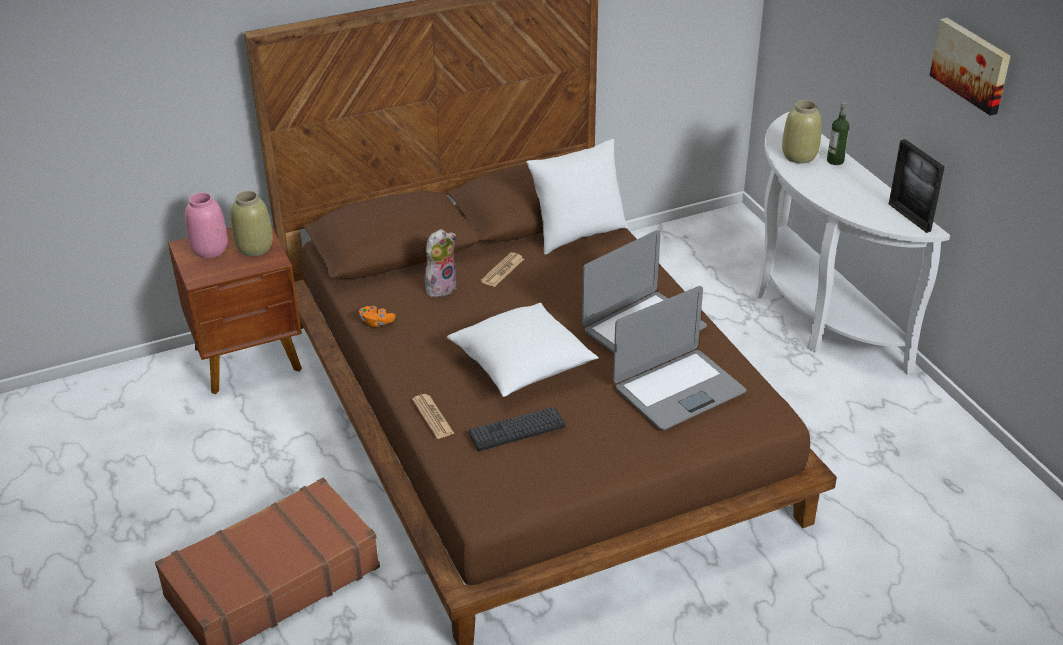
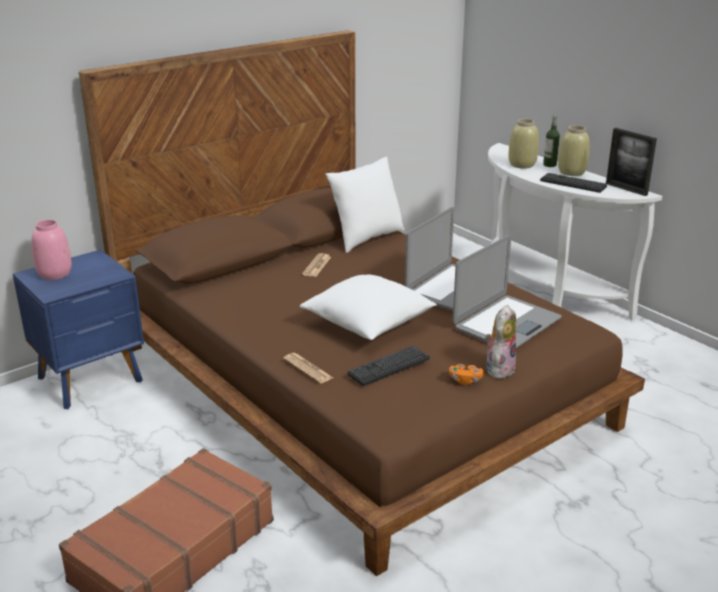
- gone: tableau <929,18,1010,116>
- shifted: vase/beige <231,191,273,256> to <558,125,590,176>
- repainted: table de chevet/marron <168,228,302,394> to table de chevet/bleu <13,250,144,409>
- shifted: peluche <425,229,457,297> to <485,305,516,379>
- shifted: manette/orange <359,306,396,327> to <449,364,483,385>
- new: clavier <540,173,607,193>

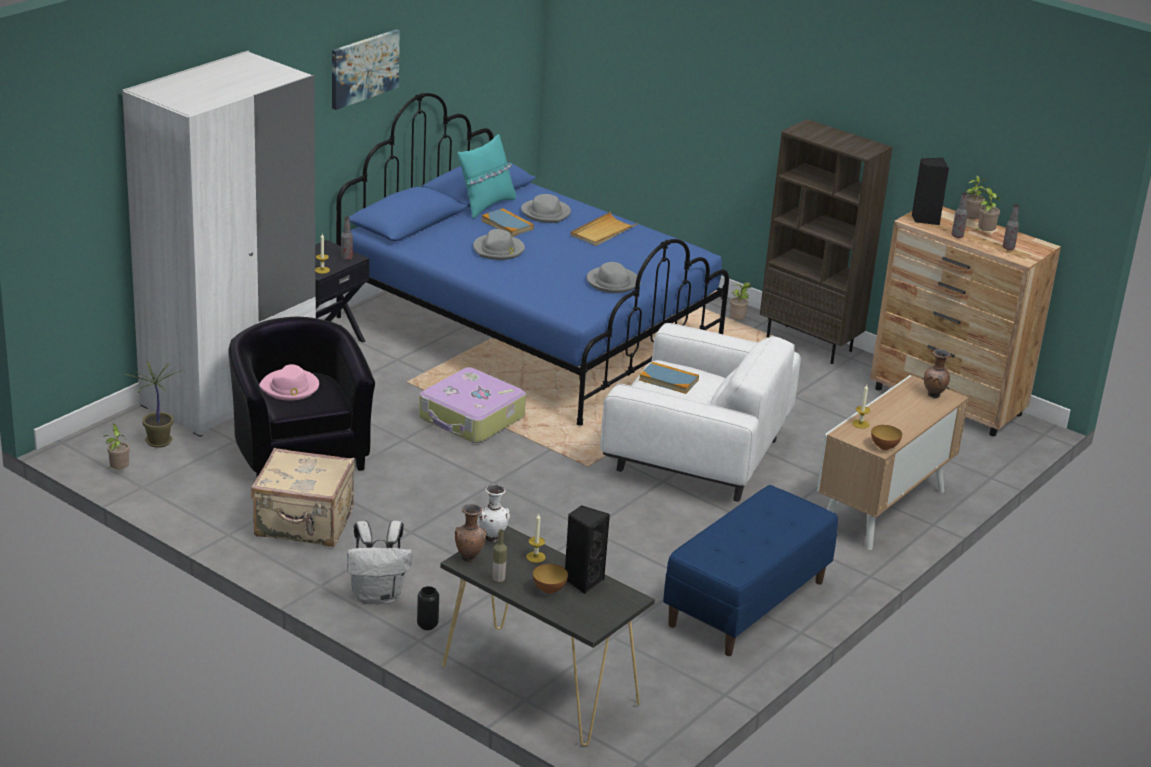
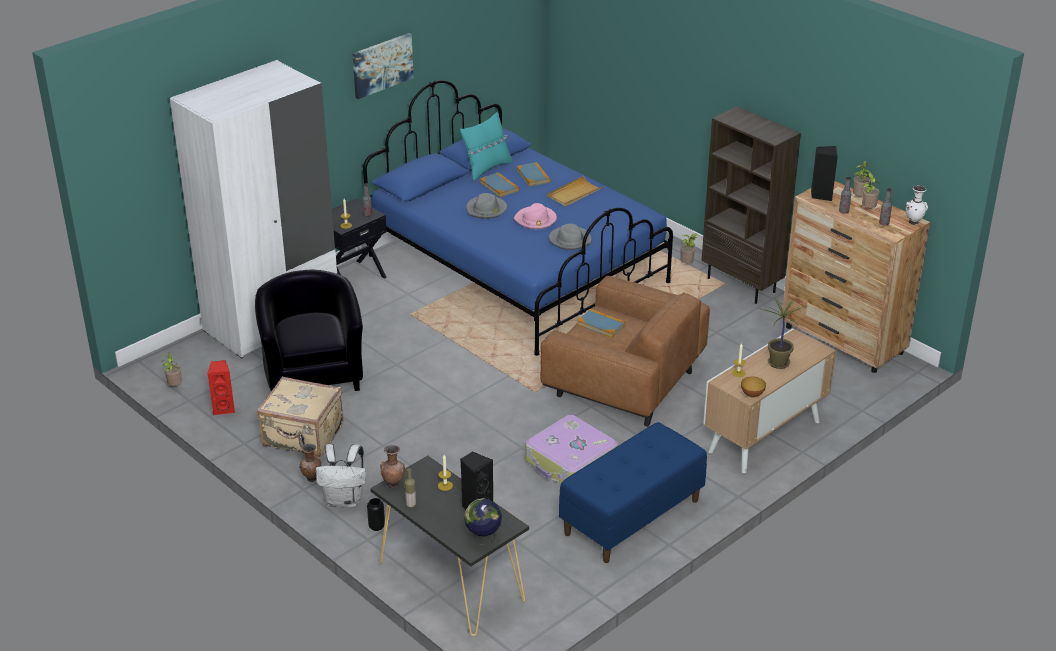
- swapped: chapeau/gris <521,194,571,223> to livre <516,162,550,187>
- repainted: fauteuil/blanc <600,323,801,502> to fauteuil/marron <540,276,710,427>
- shifted: vase/marron <924,349,950,398> to <299,444,321,482>
- shifted: plante en pot <124,361,182,448> to <758,296,807,369>
- shifted: chapeau/rose <259,364,319,401> to <514,203,557,229>
- shifted: valise <419,367,526,443> to <525,415,618,484>
- shifted: vase/blanc <479,485,510,542> to <906,186,928,225>
- gone: bol <533,564,568,594>
- new: enceinte/rouge <207,360,235,415>
- new: globe <464,498,502,545>

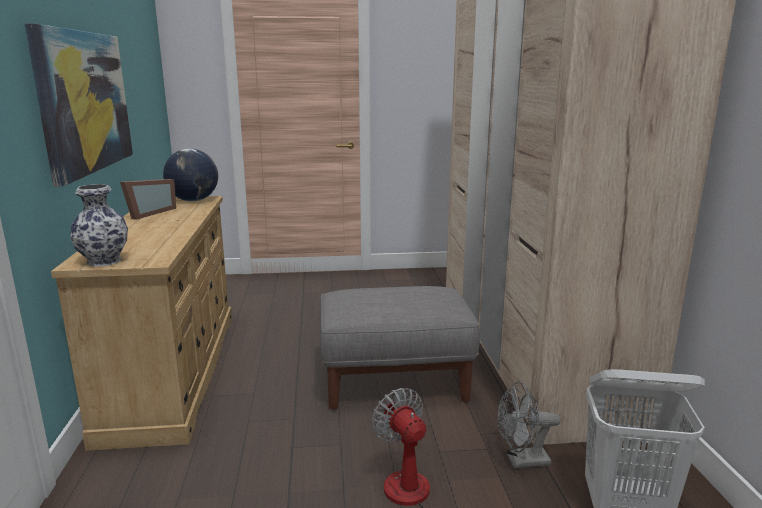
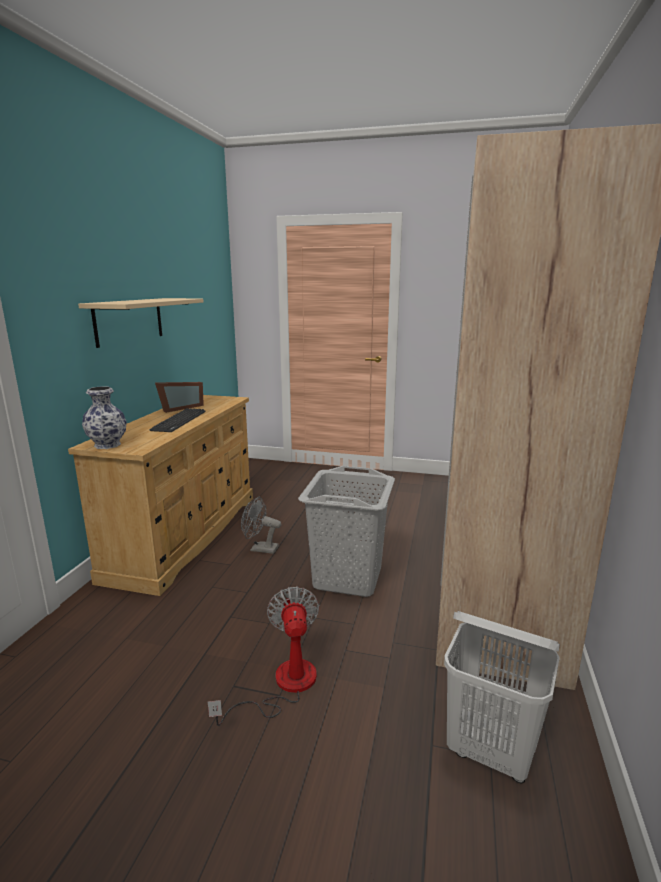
- swapped: tableau <25,23,133,187> to étagère/beige <78,298,204,348>
- gone: globe <163,149,218,202>
- swapped: pouf/gris <320,286,480,410> to panier à linge/gris <298,466,395,597>
- shifted: ventilateur/gris <498,382,560,468> to <241,497,281,554>
- new: clavier <150,408,206,432>

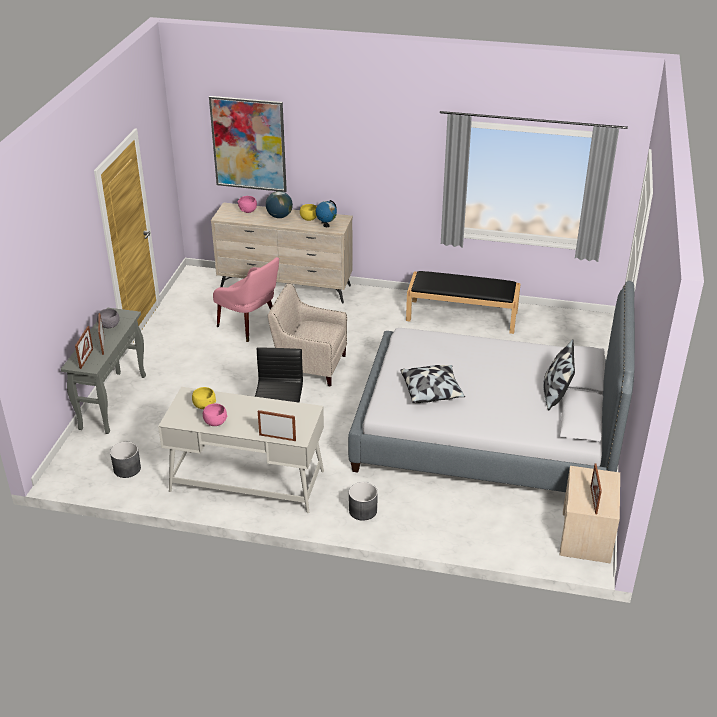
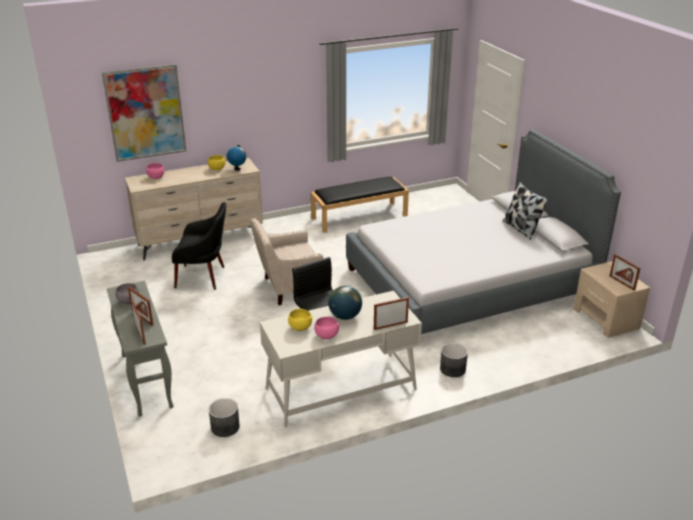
- shifted: globe <266,191,293,218> to <328,286,362,320>
- repainted: fauteuil/rose <213,257,279,342> to fauteuil/noir <172,202,226,290>
- gone: coussin <400,365,465,403>

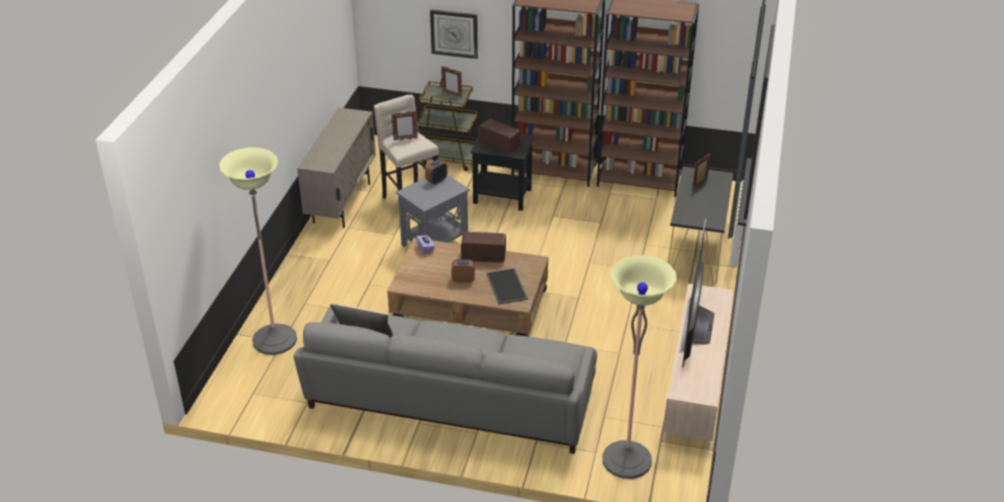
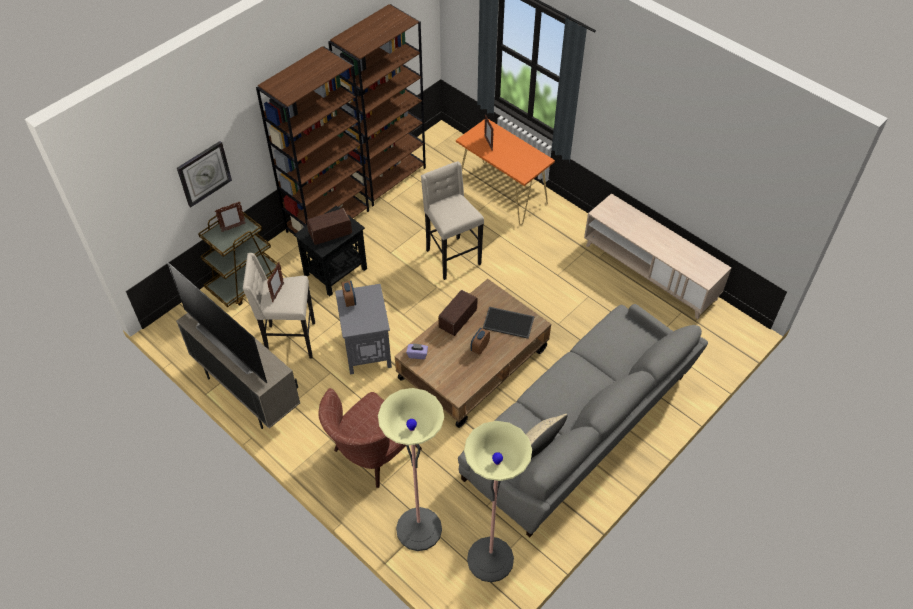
- repainted: table console/noir <668,166,733,285> to table console/orange <456,119,555,225>
- shifted: téléviseur <679,219,715,368> to <167,262,267,383>
- shifted: lampadaire <603,255,677,479> to <464,421,532,582>
- new: tabouret/beige <421,161,484,280>
- new: fauteuil/marron <318,388,422,488>

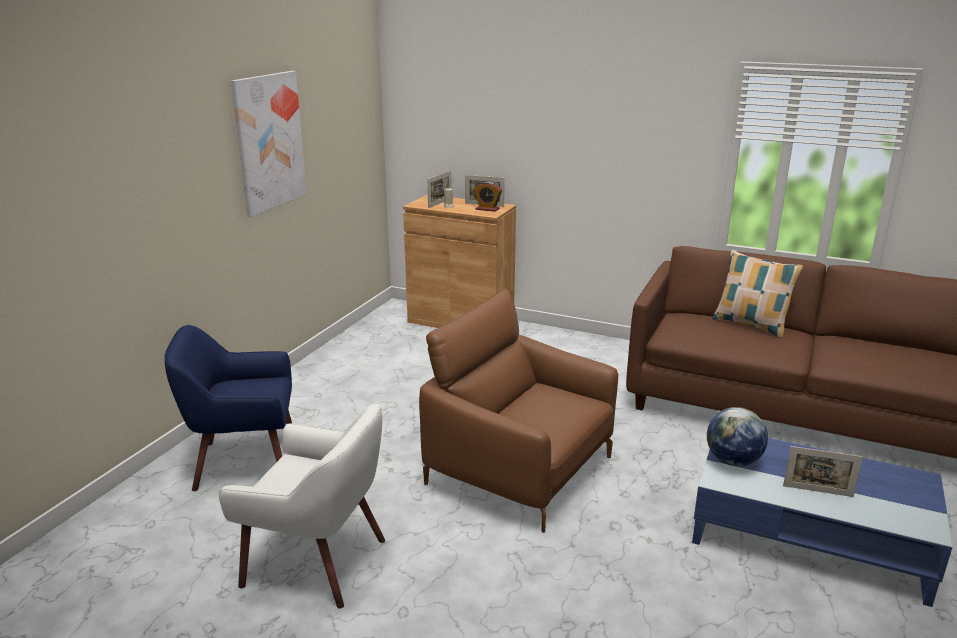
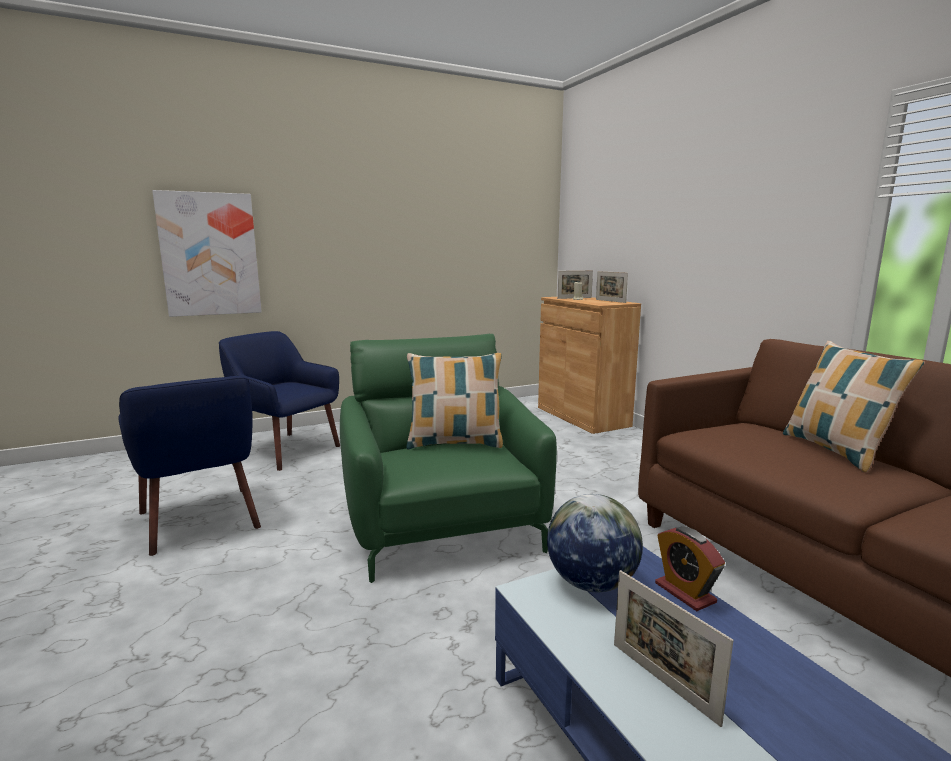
- shifted: tableau <231,71,307,217> to <152,190,262,317>
- shifted: réveil <474,181,502,212> to <655,526,725,611>
- repainted: fauteuil/marron <419,288,618,533> to fauteuil/vert <340,334,557,583>
- repainted: fauteuil/blanc <219,403,385,609> to fauteuil/bleu <118,376,261,556>
- new: coussin <406,353,503,449>

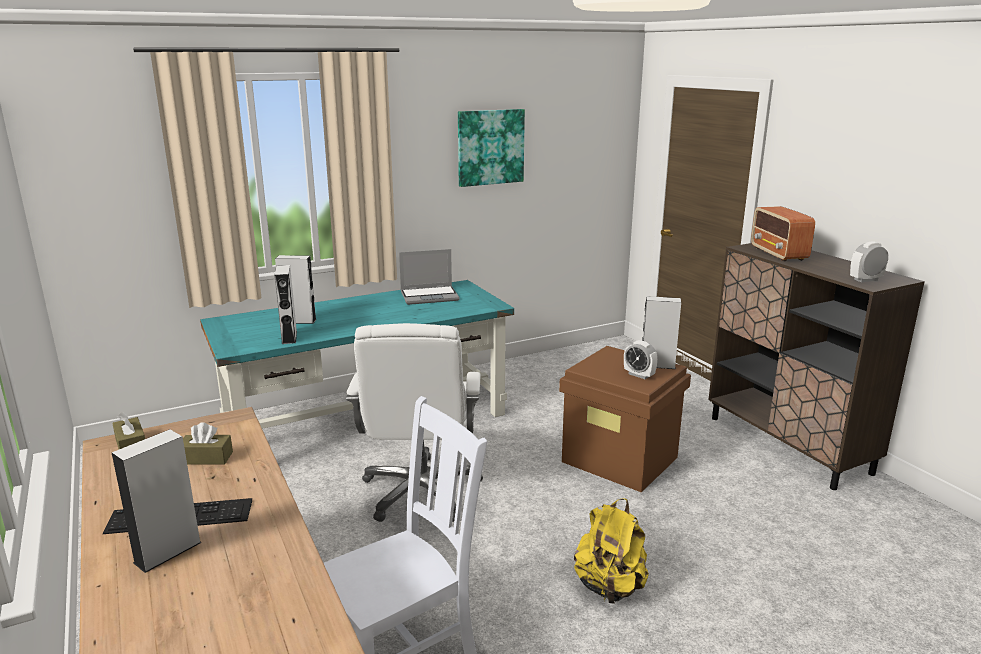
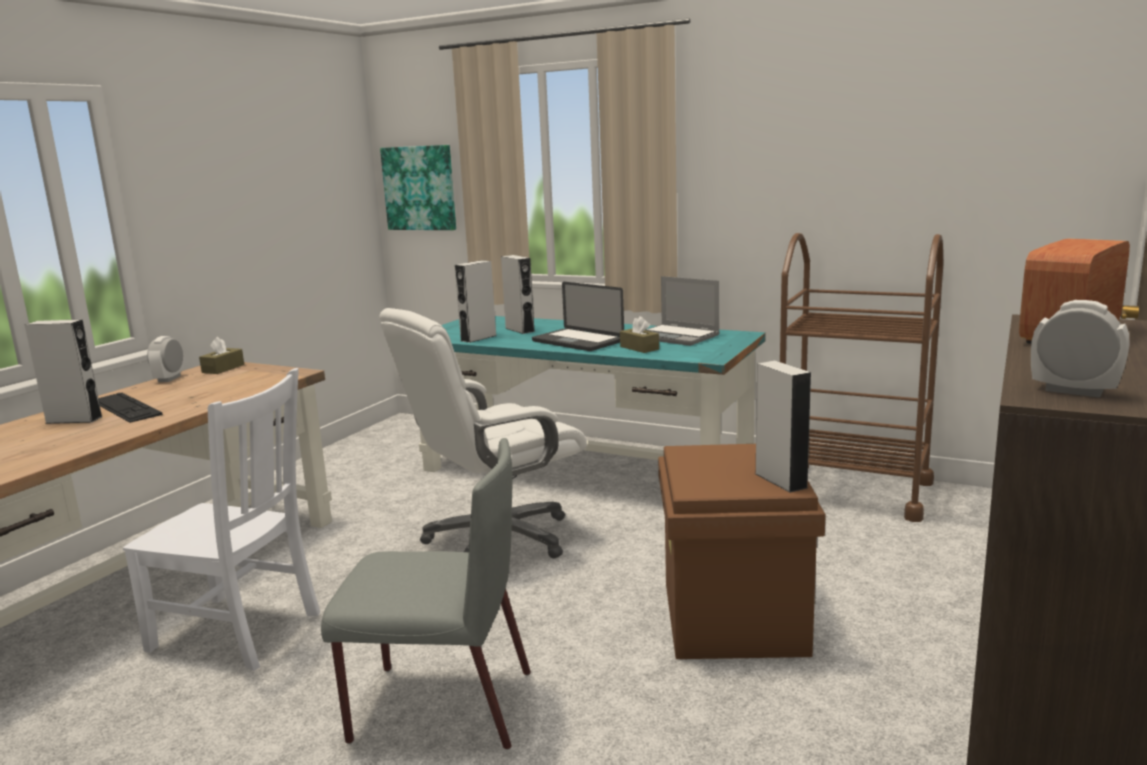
- shifted: tableau <458,109,525,187> to <380,145,456,230>
- shifted: réveil <624,340,658,379> to <147,336,184,382>
- shifted: boîte à mouchoirs/marron <183,422,233,465> to <620,316,659,353>
- swapped: sac à dos/jaune <574,498,649,604> to chaise/gris <321,438,531,750>
- new: chariot/marron <780,233,944,522>
- new: ordinateur portable <532,282,624,351>

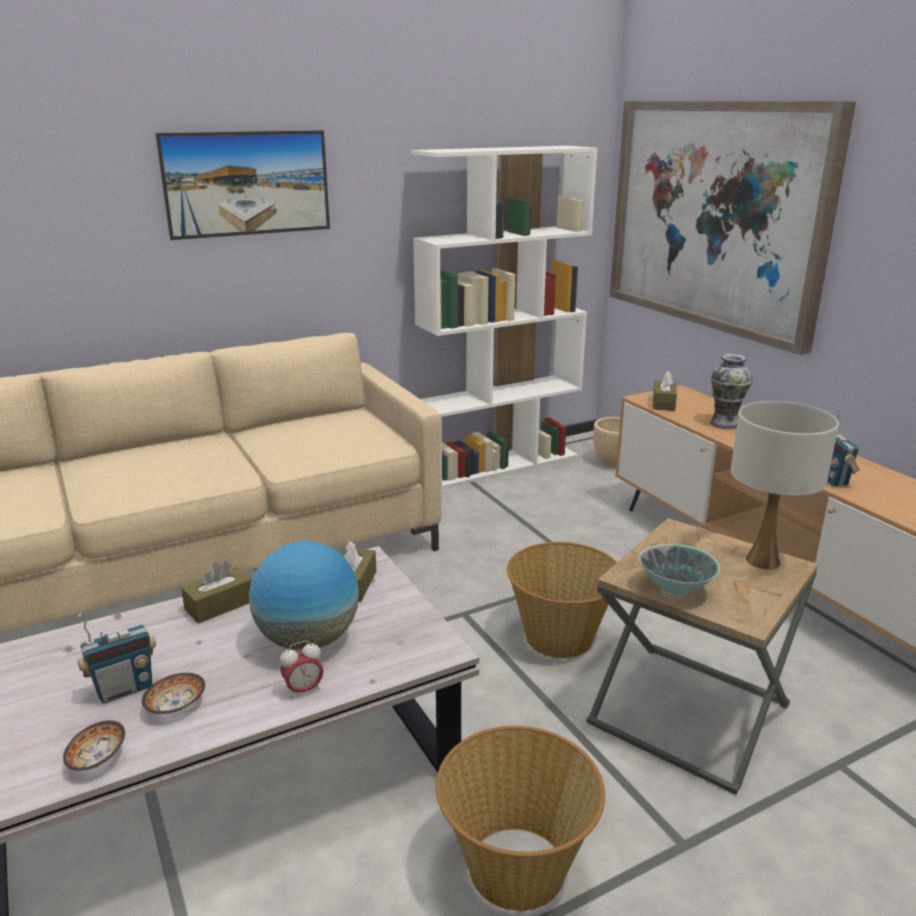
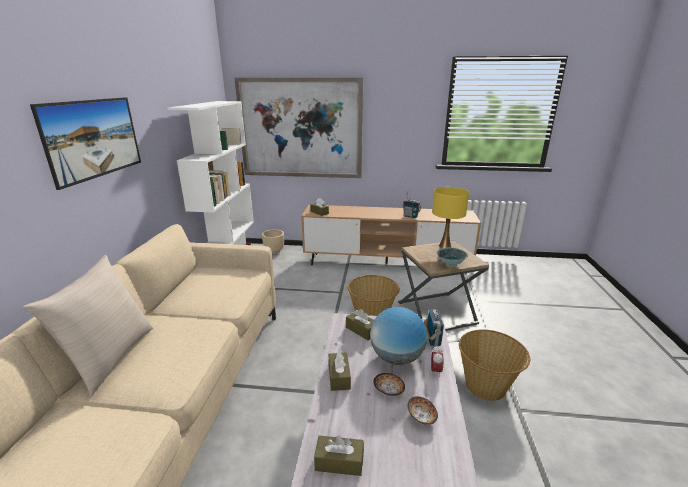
- gone: vase <710,354,753,429>
- repainted: lampe de table/blanc <731,401,839,570> to lampe de table/jaune <432,187,469,248>
- shifted: radio <77,614,156,704> to <424,310,444,346>
- shifted: bol <63,720,125,771> to <373,373,405,396>
- new: coussin/beige <23,255,153,396>
- new: boîte à mouchoirs/marron <314,436,364,476>

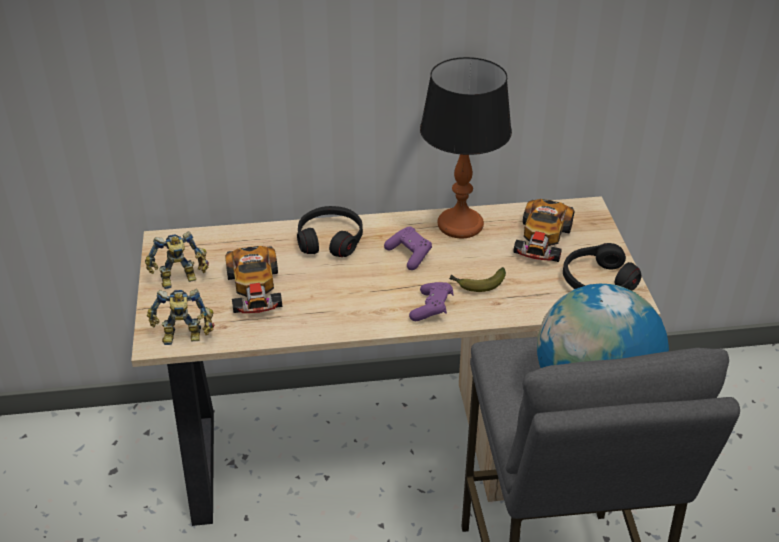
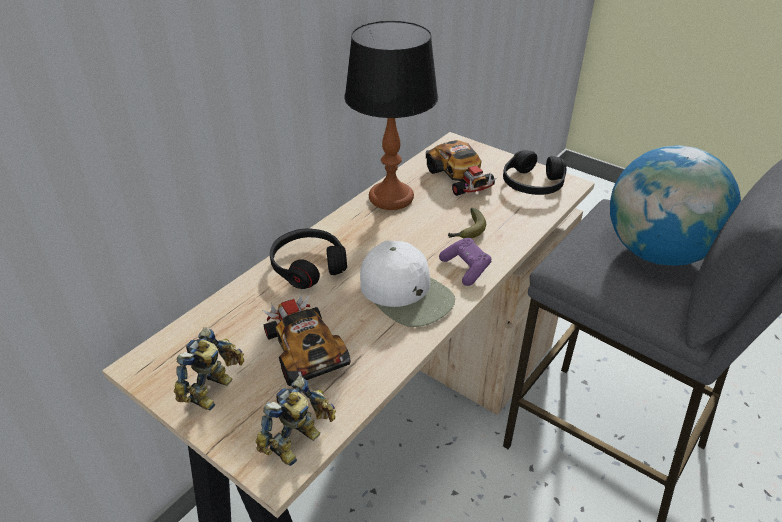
- gone: manette/violet <384,227,432,270>
- rotated: petite voiture <225,246,282,313> = <262,295,351,386> 150 degrees counterclockwise
- new: casquette/blanc <360,241,455,327>

